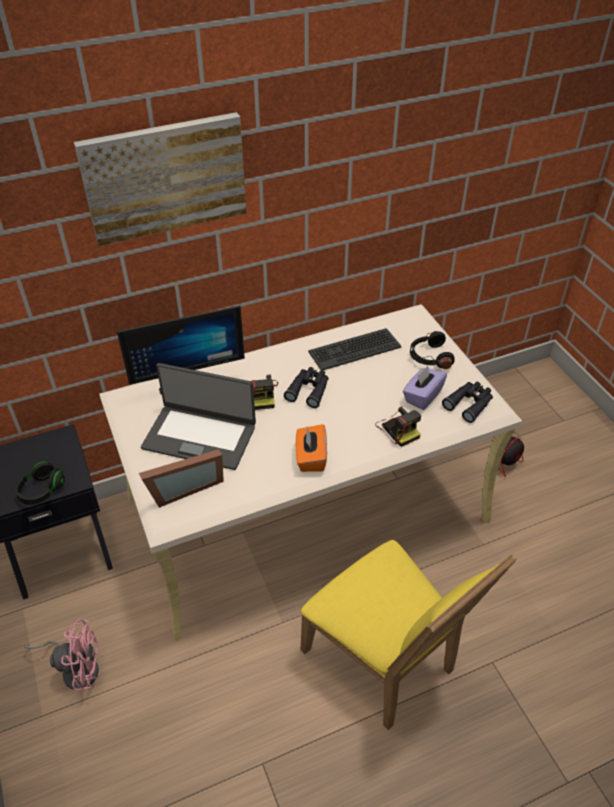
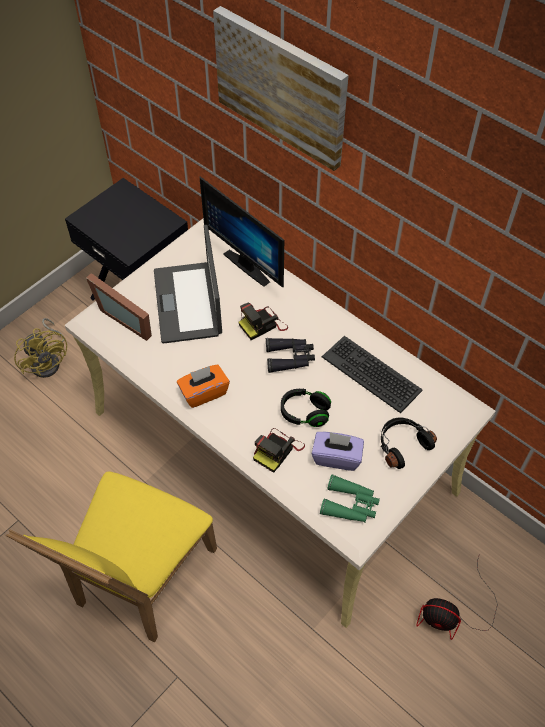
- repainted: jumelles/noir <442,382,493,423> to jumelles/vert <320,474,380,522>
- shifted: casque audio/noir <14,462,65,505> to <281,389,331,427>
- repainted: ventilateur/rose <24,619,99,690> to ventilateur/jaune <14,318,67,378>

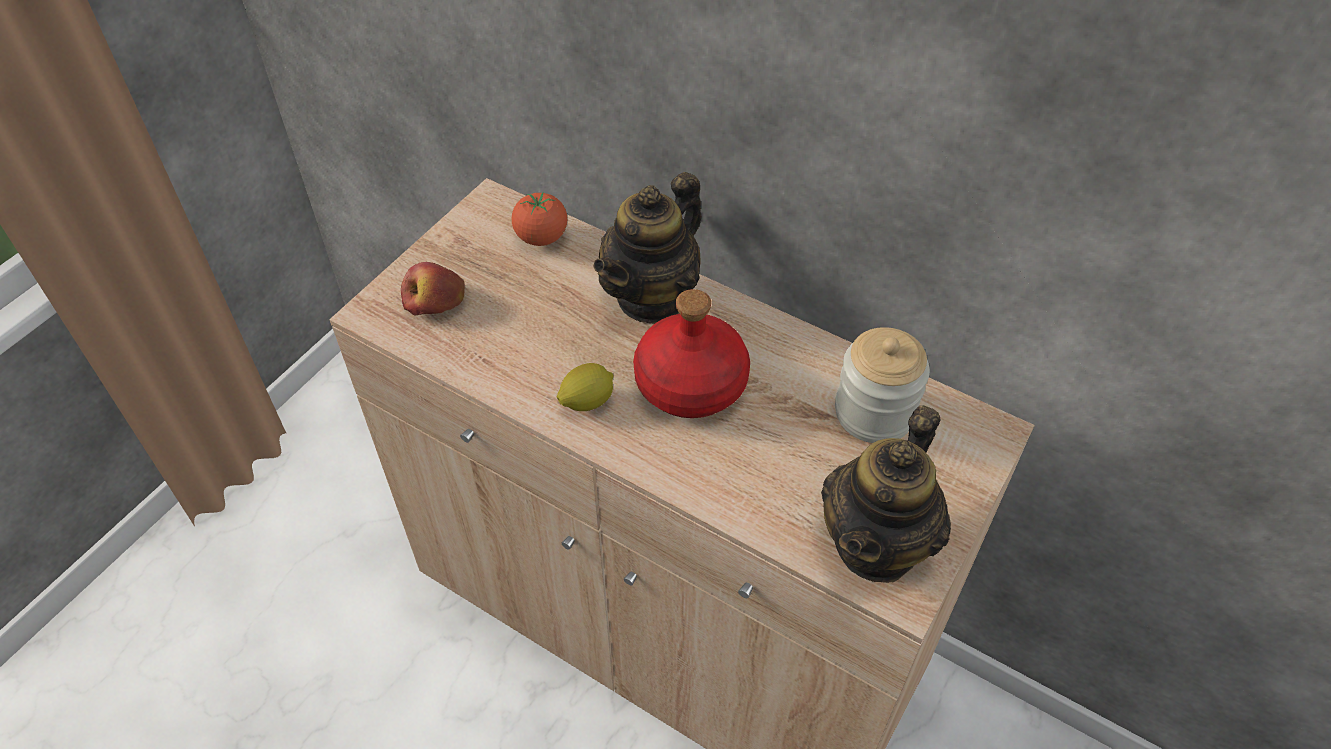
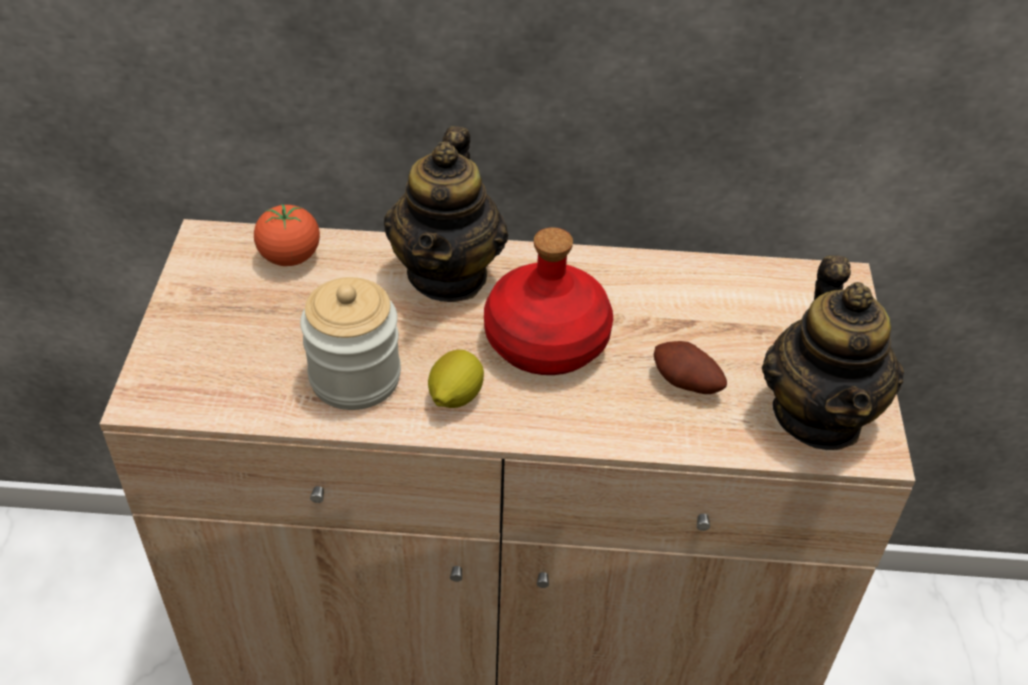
- gone: pomme <401,262,465,315>
- shifted: bocal <835,327,930,443> to <300,277,401,410>
- new: pomme de terre <654,341,727,394>

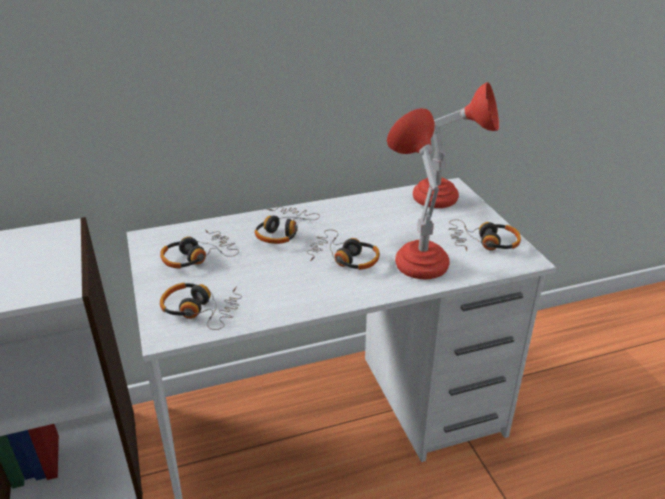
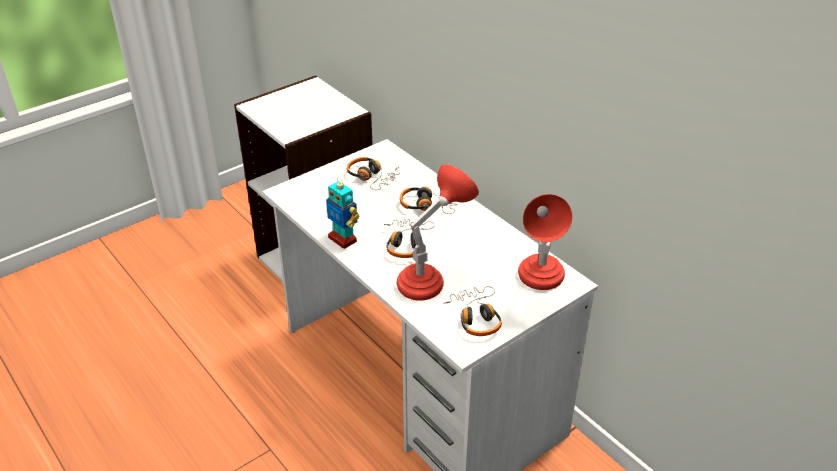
- gone: casque audio <160,283,242,330>
- new: robot jouet <326,177,359,249>

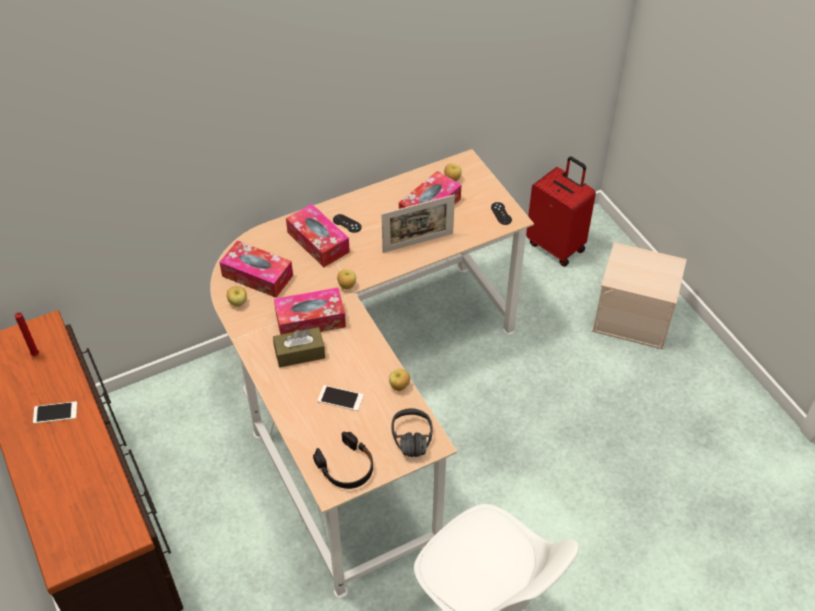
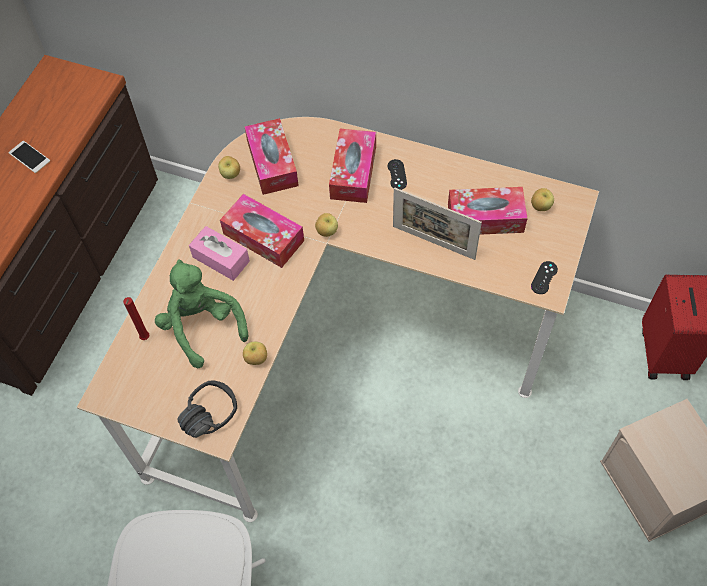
- shifted: bougie/rouge <15,312,39,356> to <123,297,149,340>
- repainted: boîte à mouchoirs/marron <273,327,325,368> to boîte à mouchoirs/rose <189,226,250,281>
- swapped: téléphone <317,385,364,411> to peluche/vert <155,260,248,368>
- gone: casque audio/noir <313,432,373,489>

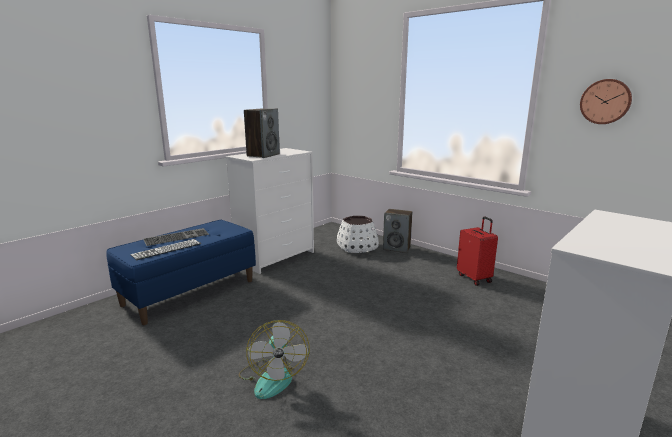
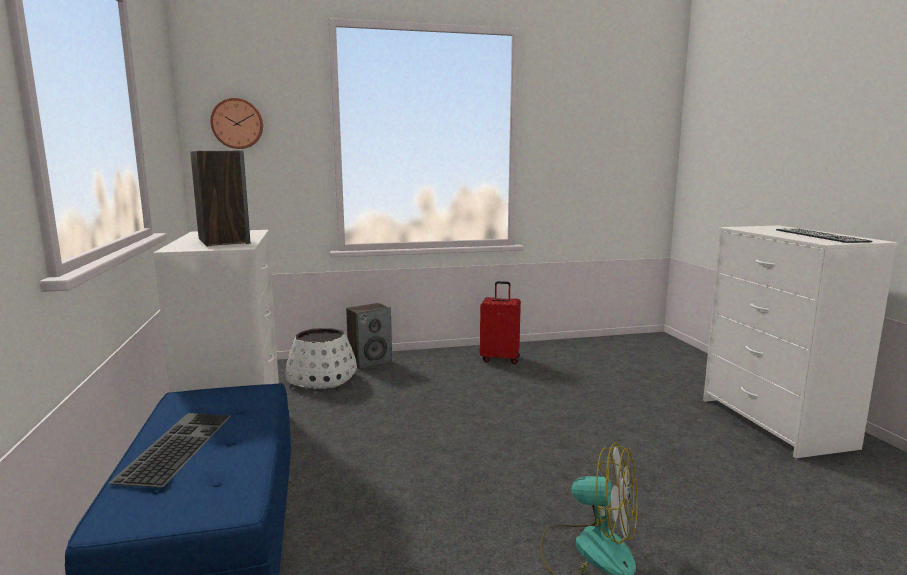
- shifted: horloge murale <580,79,632,124> to <211,98,263,149>
- shifted: clavier <130,239,201,260> to <776,228,873,243>

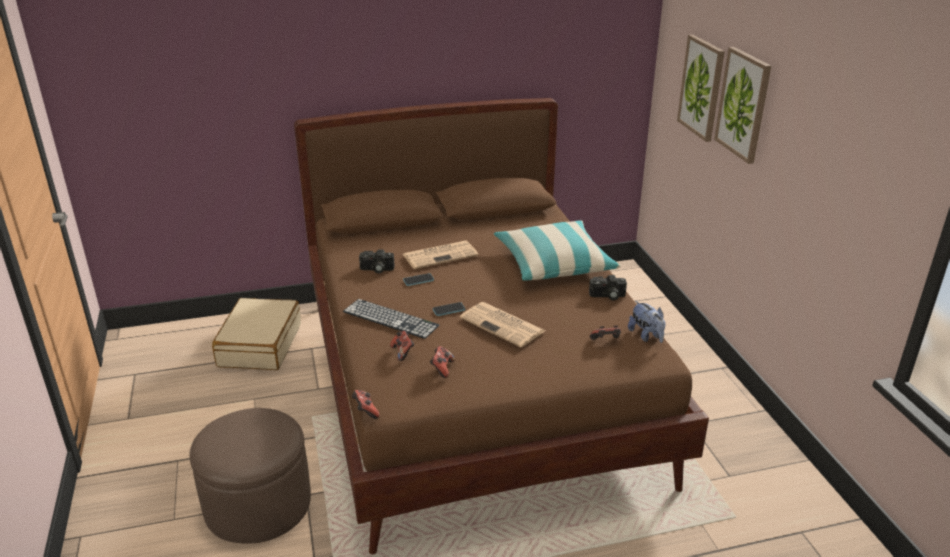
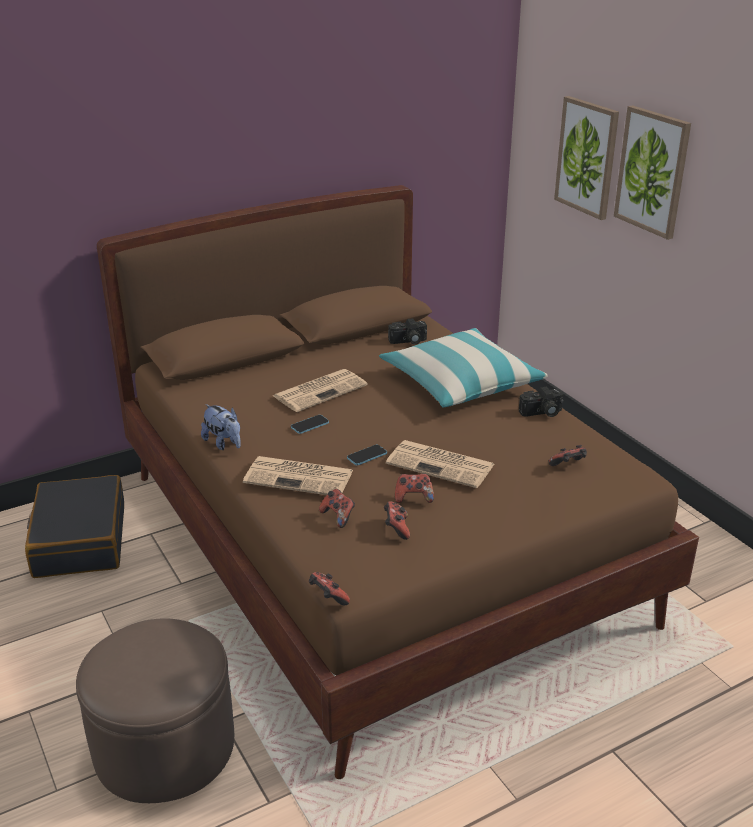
- shifted: appareil photo <359,249,395,273> to <388,319,427,345>
- repainted: valise/beige <212,298,301,370> to valise/noir <25,475,124,578>
- swapped: clavier <343,299,439,339> to journal <243,456,353,495>
- shifted: peluche <628,301,665,343> to <201,404,241,450>
- new: manette <395,474,434,503>

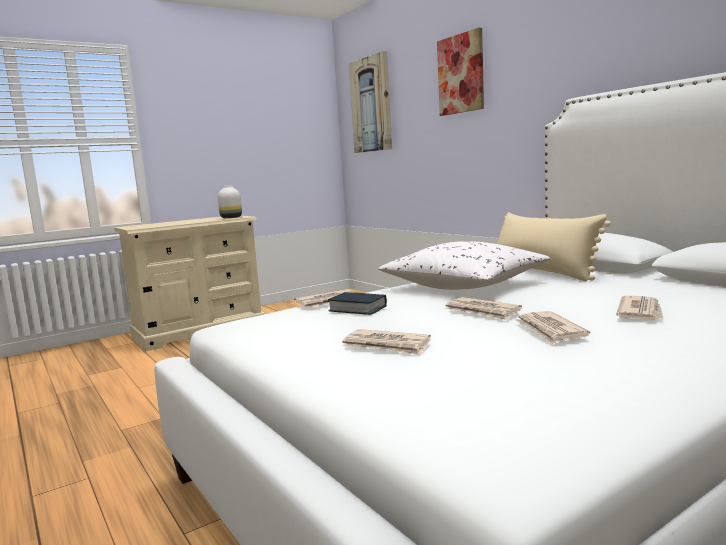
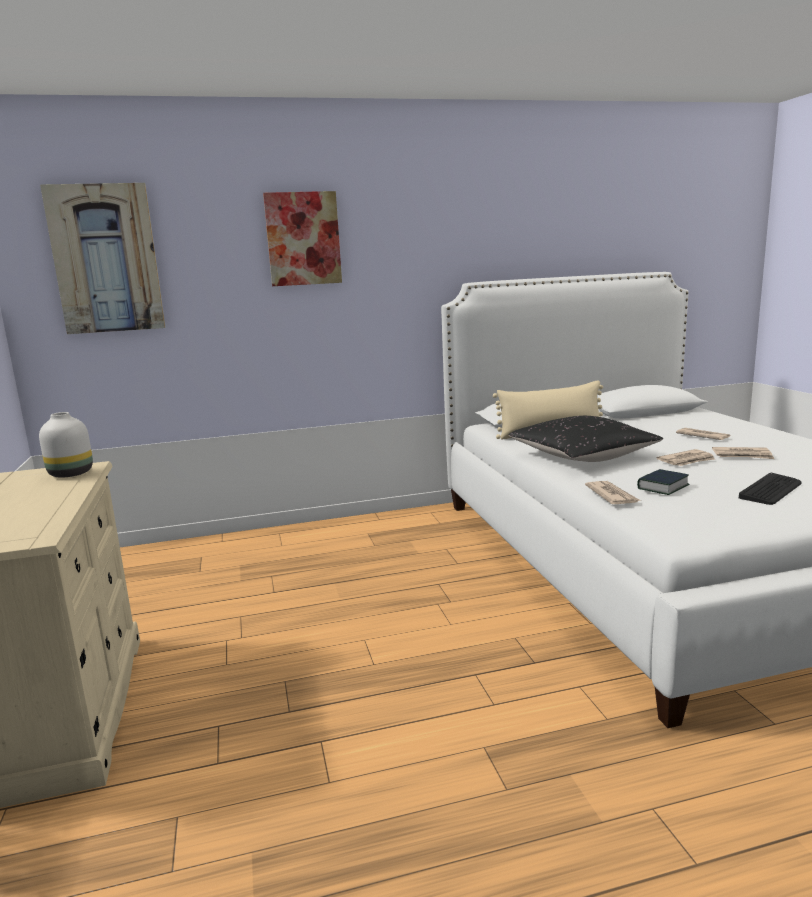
- repainted: coussin/blanc <378,241,550,290> to coussin/noir <509,416,663,462>
- swapped: journal <342,329,431,355> to clavier <739,473,801,505>

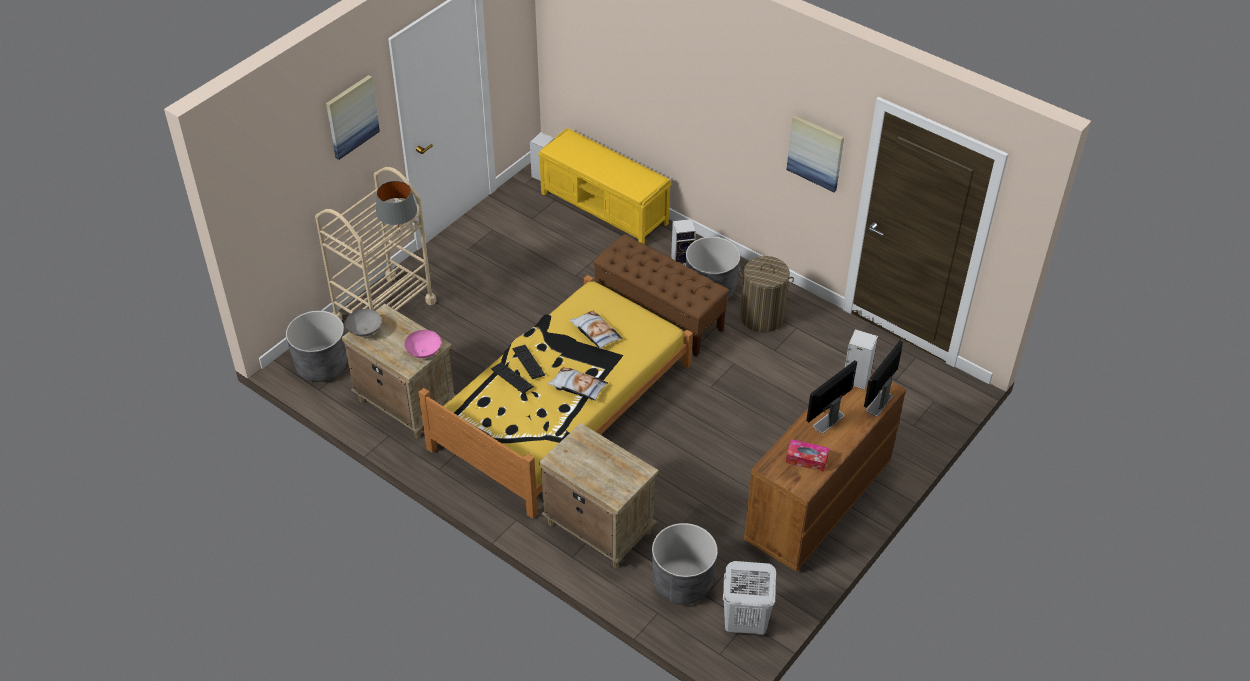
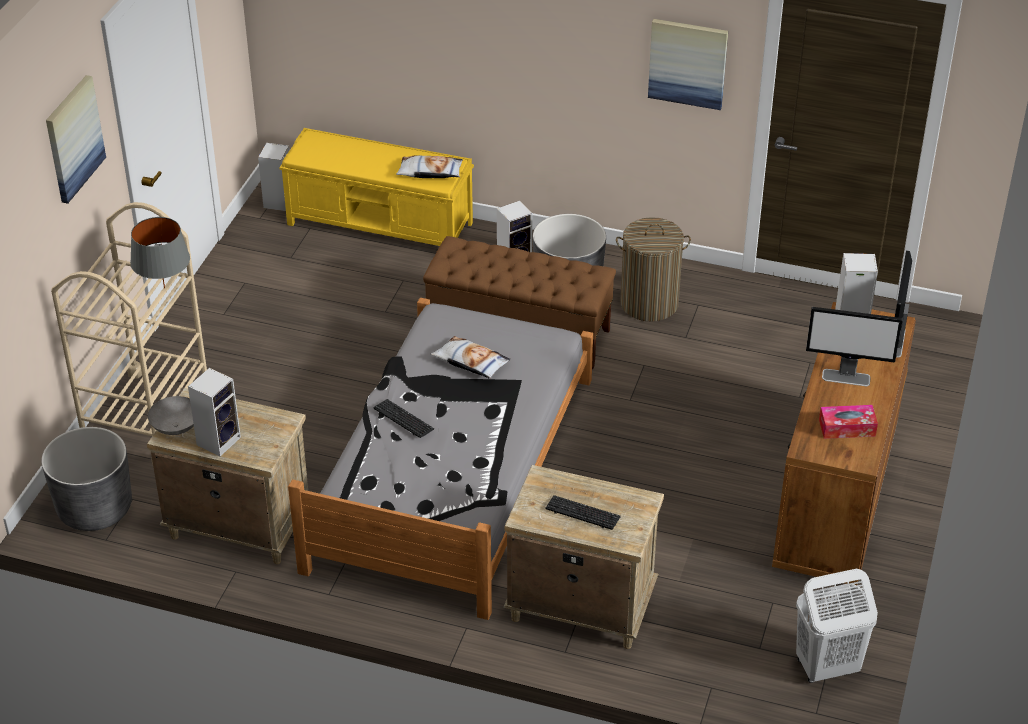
- repainted: lit/jaune <419,275,693,519> to lit/gris <288,298,593,620>
- gone: bol/rose <404,330,441,358>
- rotated: écran d'ordinateur <806,360,857,433> = <806,307,903,386> 105 degrees counterclockwise
- shifted: clavier <491,362,534,393> to <546,495,621,530>
- shifted: coussin <548,367,608,401> to <396,155,463,178>
- gone: cache-pot/gris <652,523,718,605>
- new: enceinte <188,368,241,456>

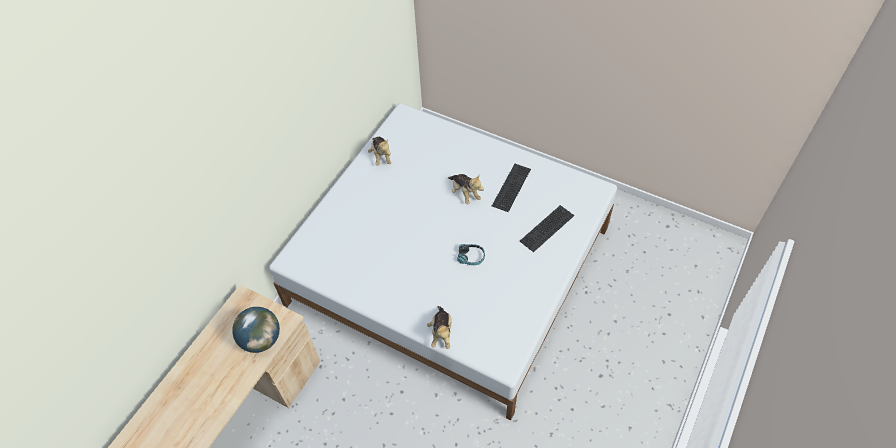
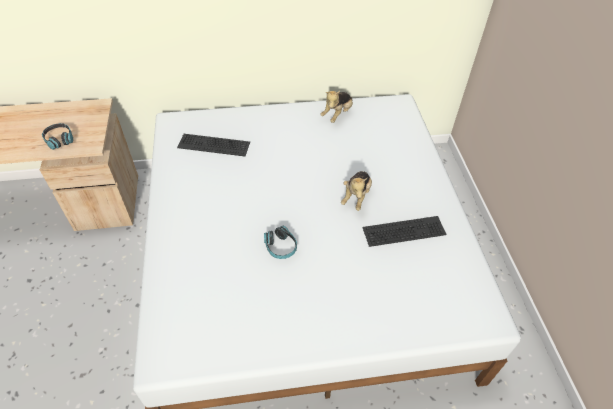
- shifted: clavier <520,205,574,252> to <177,134,250,156>
- gone: peluche <427,306,452,349>
- swapped: globe <232,307,280,353> to casque audio <42,123,73,150>

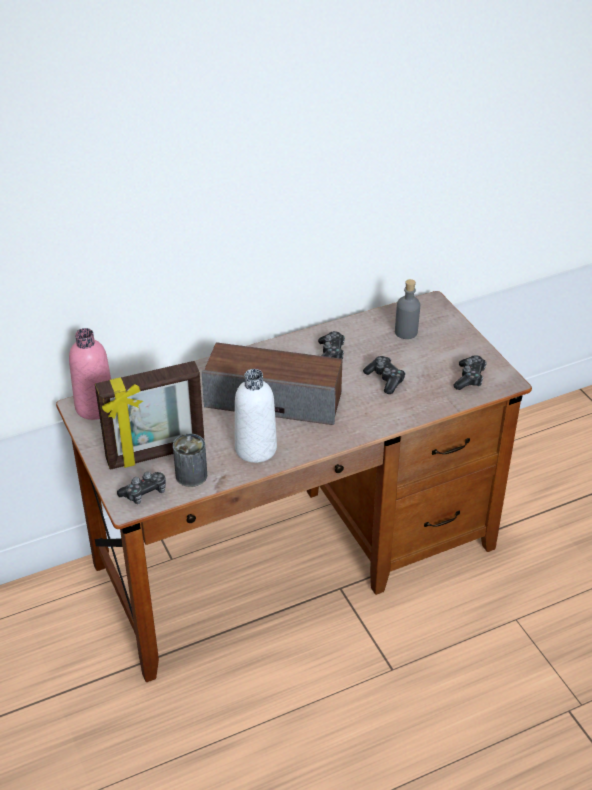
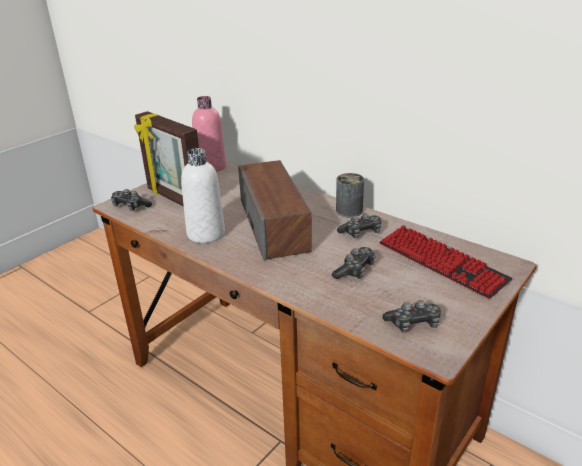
- swapped: bouteille/gris <395,279,420,339> to clavier <379,225,512,299>
- shifted: boîte métallique <173,434,207,487> to <336,173,364,218>

